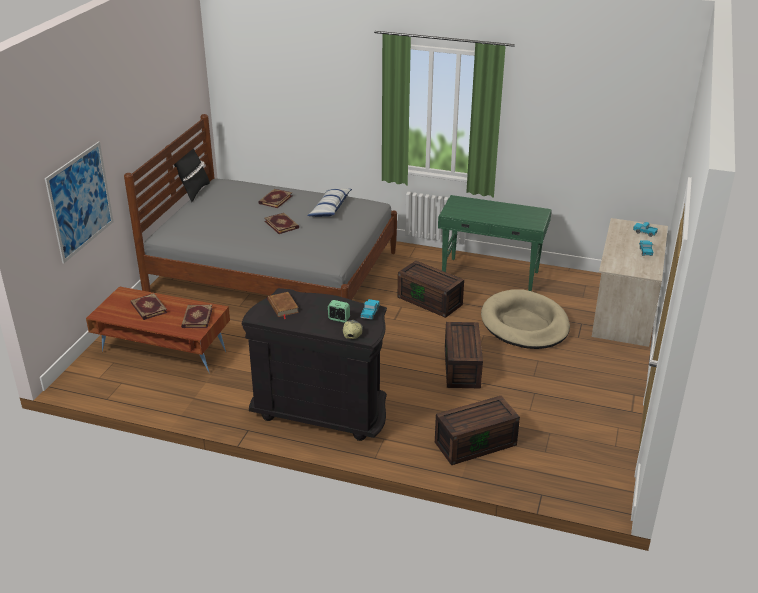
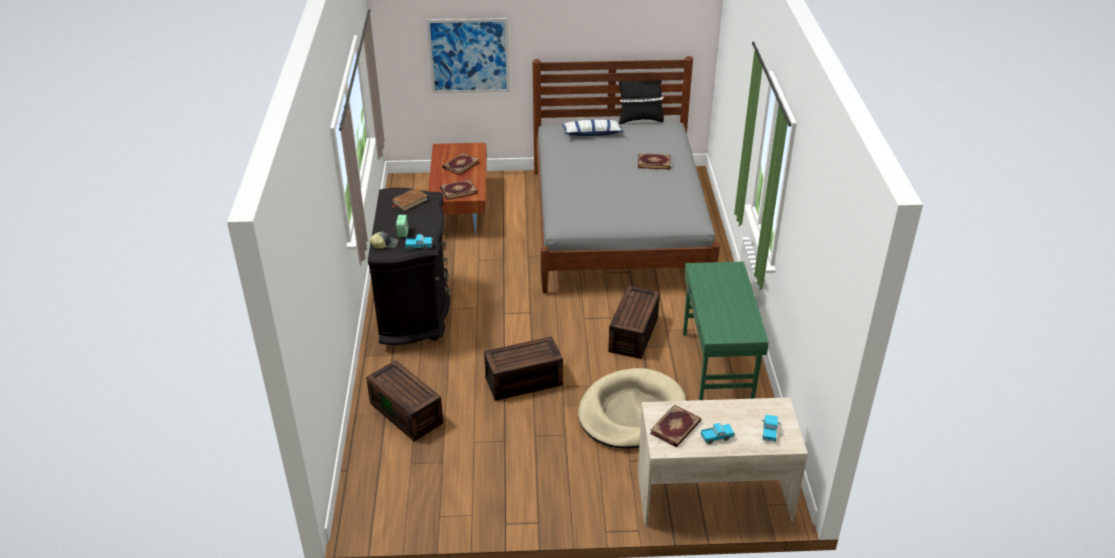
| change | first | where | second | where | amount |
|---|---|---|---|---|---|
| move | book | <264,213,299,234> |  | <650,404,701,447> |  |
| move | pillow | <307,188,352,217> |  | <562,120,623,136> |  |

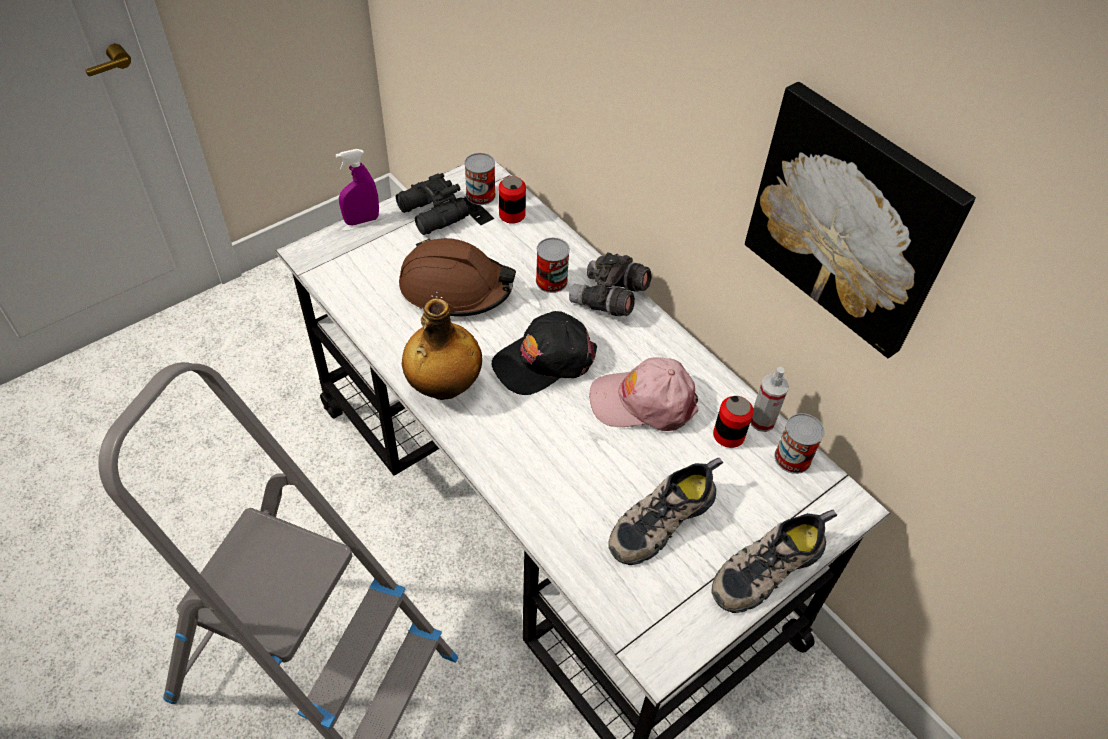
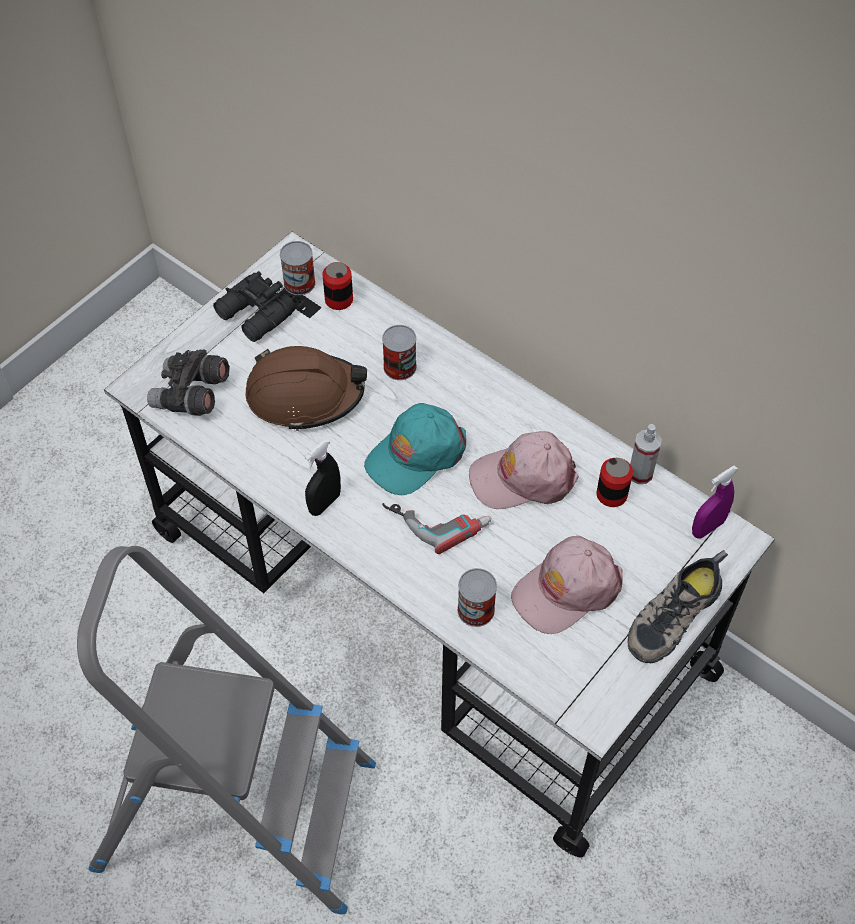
| change | first | where | second | where | amount |
|---|---|---|---|---|---|
| move | purple spray bottle | <335,149,379,226> |  | <692,465,738,538> |  |
| replace | bottle | <402,298,482,400> | black spray bottle | <305,439,341,516> |  |
| recolor | black cap | <492,311,597,395> | turquoise cap | <364,403,466,495> |  |
| move | grey binoculars | <569,252,652,316> |  | <147,350,230,416> |  |
| replace | shoe | <608,458,723,565> | pink cap | <511,536,622,634> |  |
| delete | picture | <745,82,976,359> |  |  |  |
| move | can | <774,413,824,474> |  | <457,568,497,627> |  |
| insert |  |  | power drill | <382,503,491,554> |  |

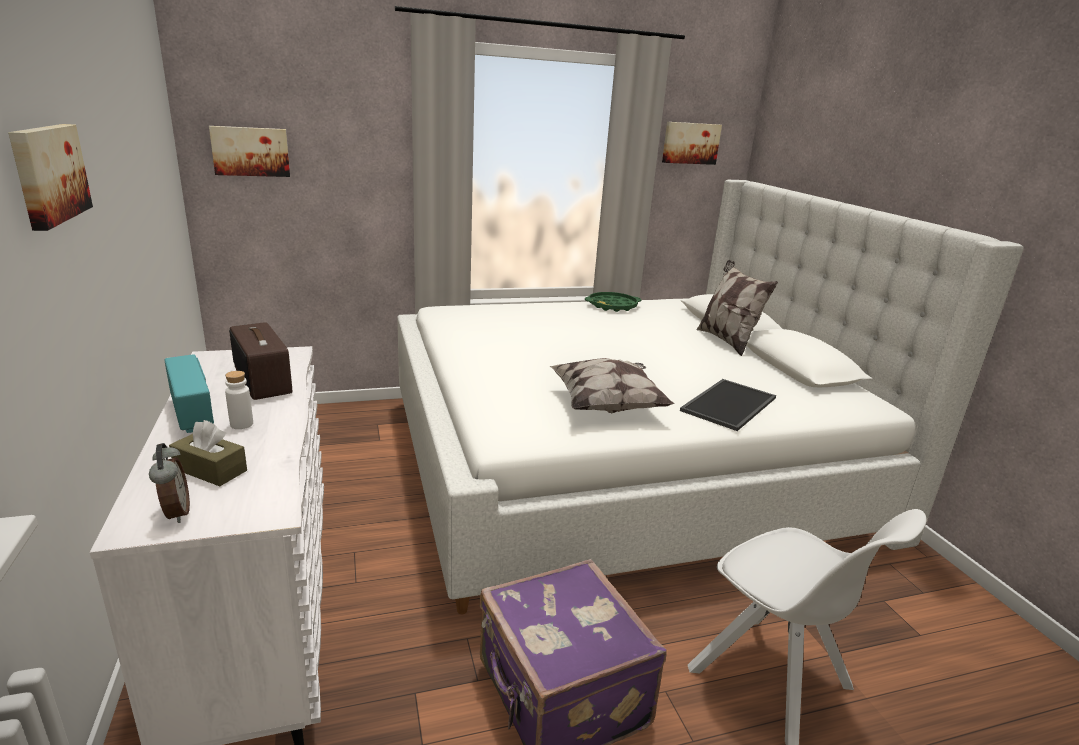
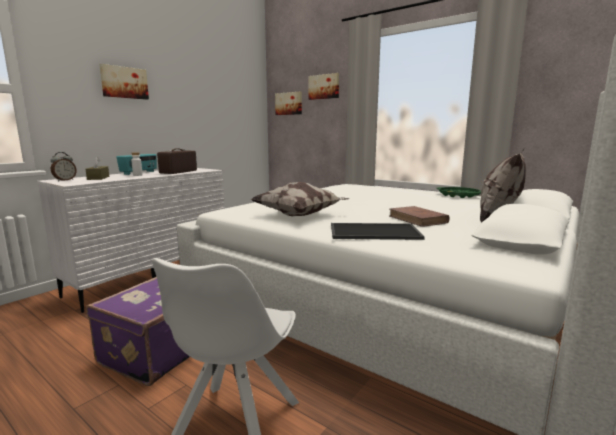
| change | first | where | second | where | amount |
|---|---|---|---|---|---|
| move | picture | <662,122,722,165> |  | <308,73,339,100> |  |
| insert |  |  | brown book | <389,206,450,227> |  |

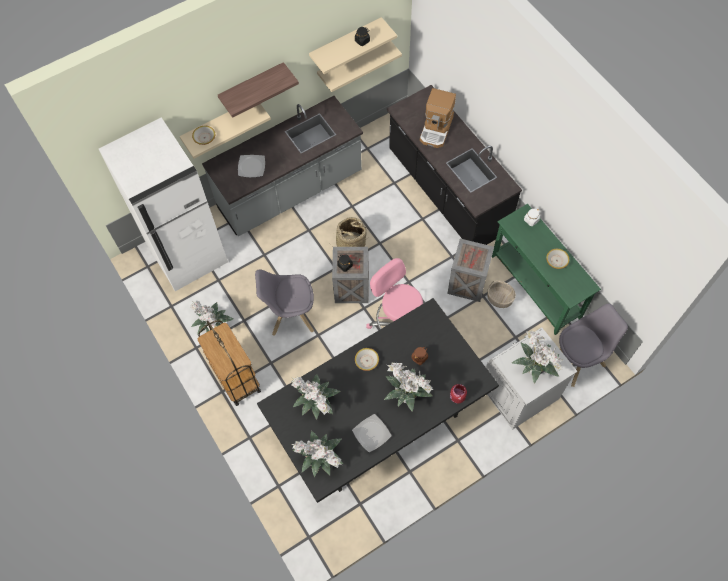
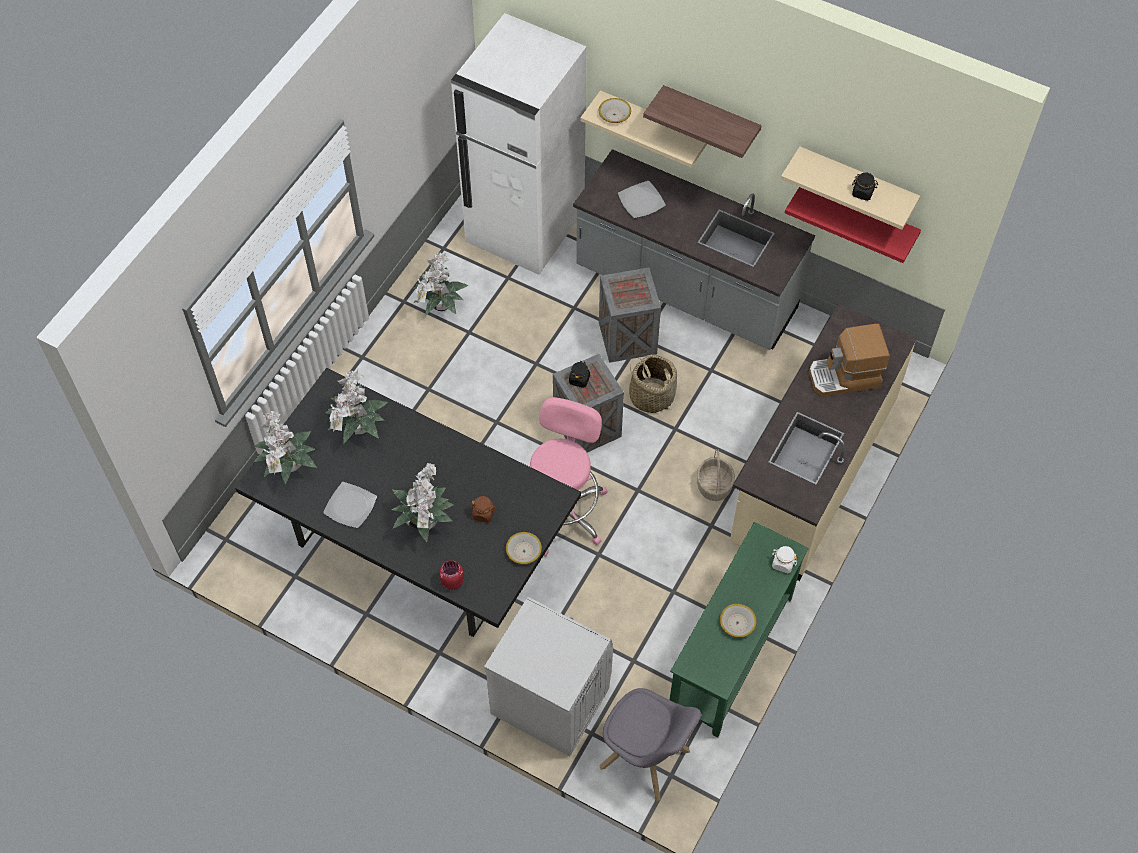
| change | first | where | second | where | amount |
|---|---|---|---|---|---|
| delete | brown cart | <197,321,261,406> |  |  |  |
| delete | grey chair | <255,269,314,336> |  |  |  |
| recolor | beige shelf | <317,41,402,92> | red shelf | <785,187,921,263> |  |
| move | bowl | <355,348,379,371> |  | <506,532,542,564> |  |
| recolor | black counter | <387,85,522,245> | beige counter | <730,304,917,581> |  |
| move | crate | <447,239,494,302> |  | <599,268,661,363> |  |
| move | basket | <487,280,516,308> |  | <697,449,735,501> |  |
| delete | potted plant | <512,331,563,384> |  |  |  |

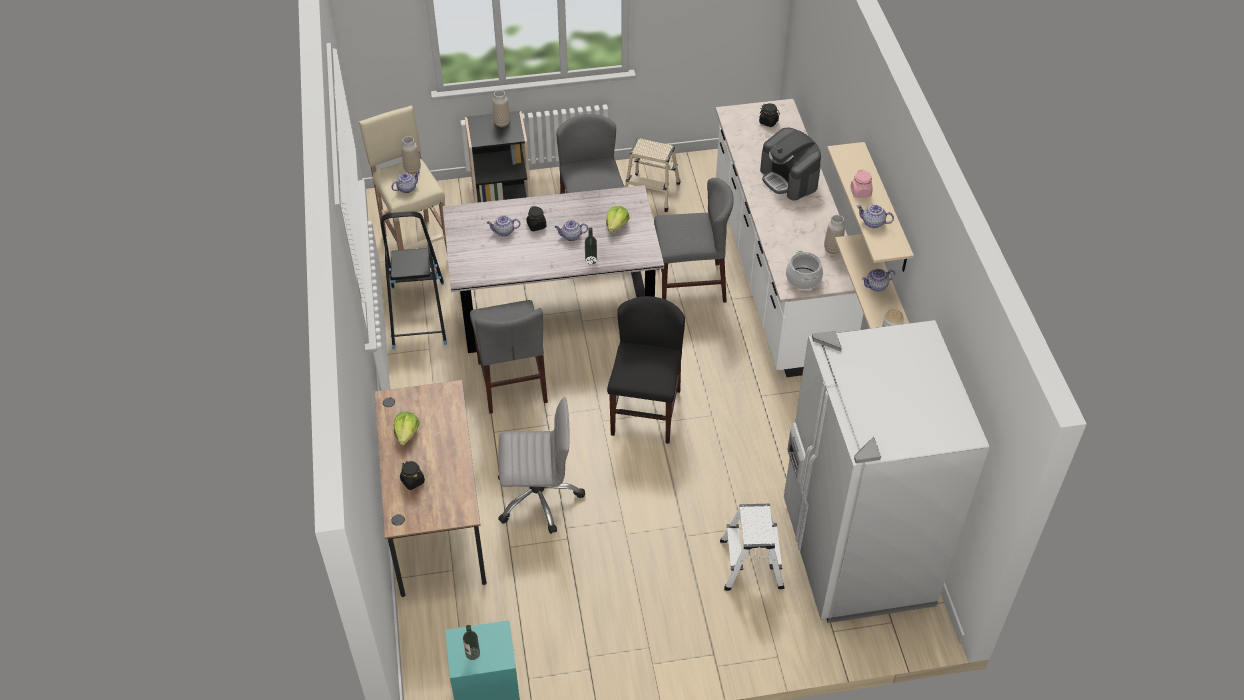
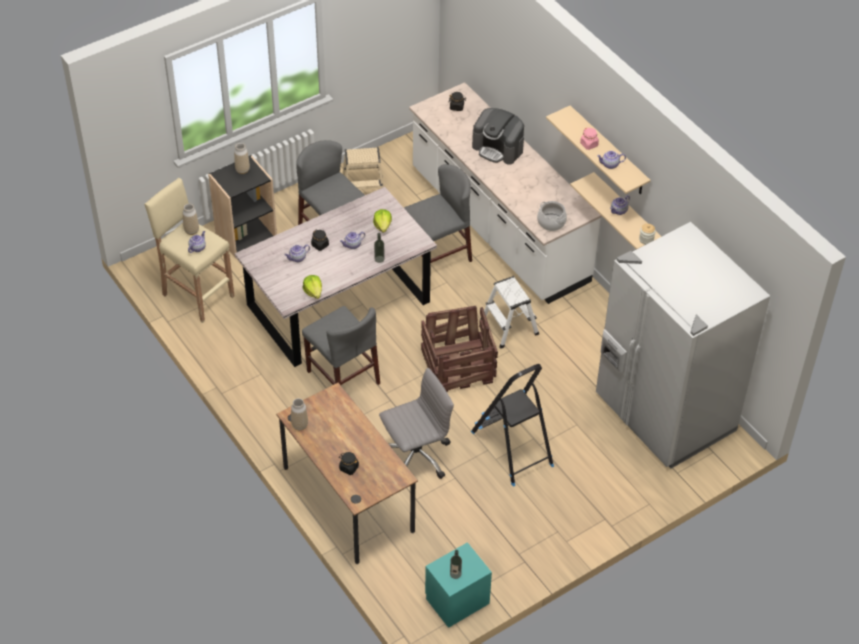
| change | first | where | second | where | amount |
|---|---|---|---|---|---|
| move | black step ladder | <381,211,447,350> |  | <471,364,554,487> |  |
| move | lettuce | <394,412,419,445> |  | <303,275,322,299> |  |
| replace | black chair | <607,296,685,444> | crate | <421,306,498,392> |  |
| move | white step ladder | <720,504,785,591> |  | <481,276,539,349> |  |
| move | vase | <824,215,845,254> |  | <291,398,308,431> |  |

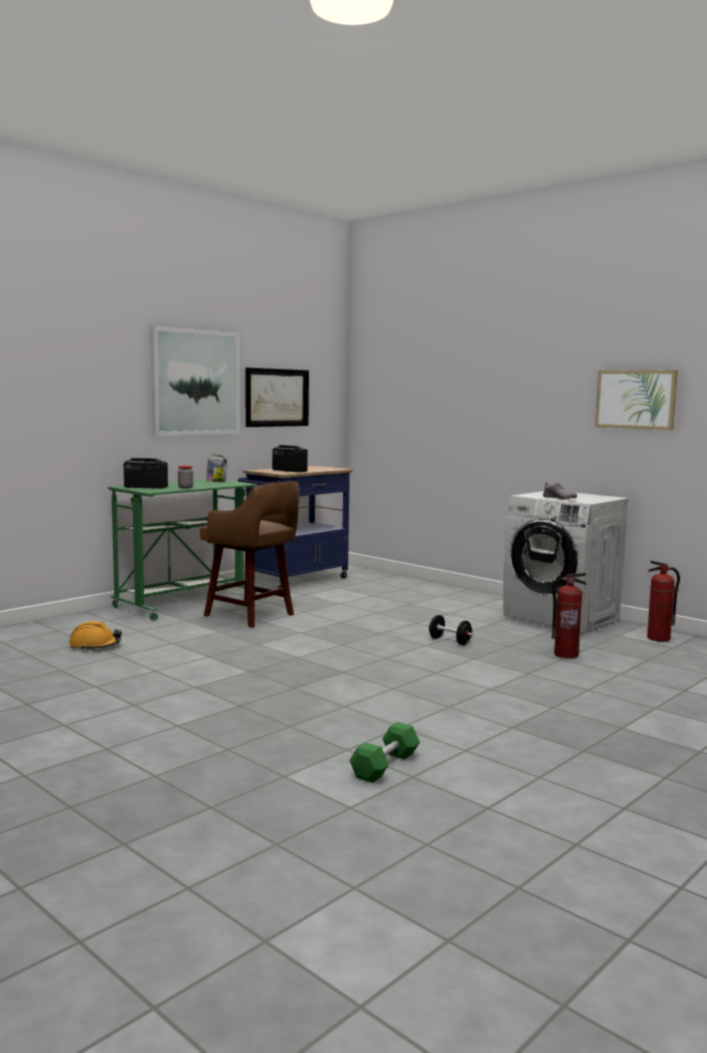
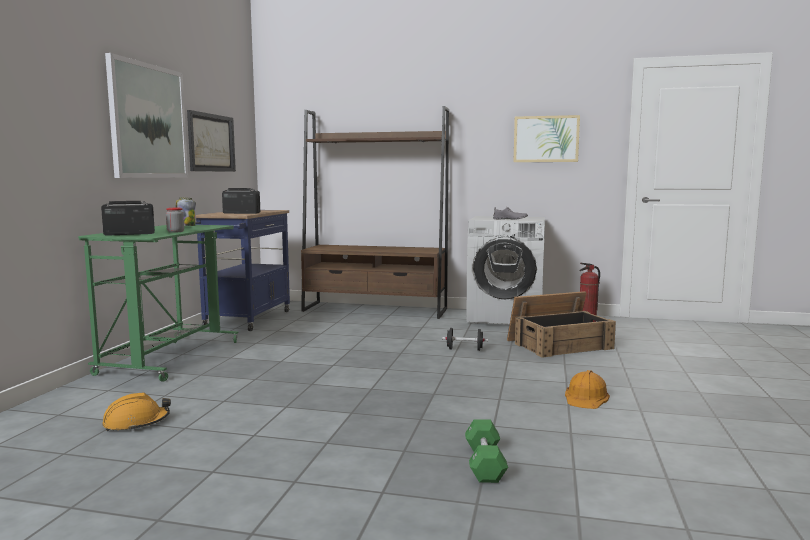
| change | first | where | second | where | amount |
|---|---|---|---|---|---|
| delete | brown stool | <200,481,299,627> |  |  |  |
| move | green dumbbell | <349,722,420,783> |  | <465,419,508,483> |  |
| replace | fire extinguisher | <552,573,587,659> | crate | <507,291,616,358> |  |
| insert |  |  | brown bookcase | <301,106,449,319> |  |
| insert |  |  | orange hard hat | <565,370,610,409> |  |

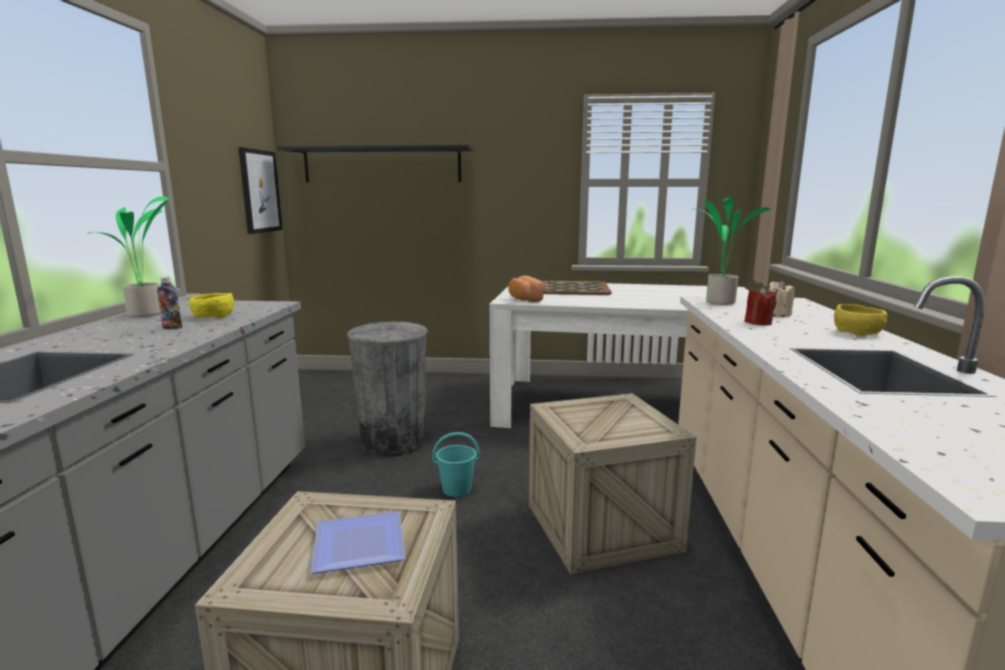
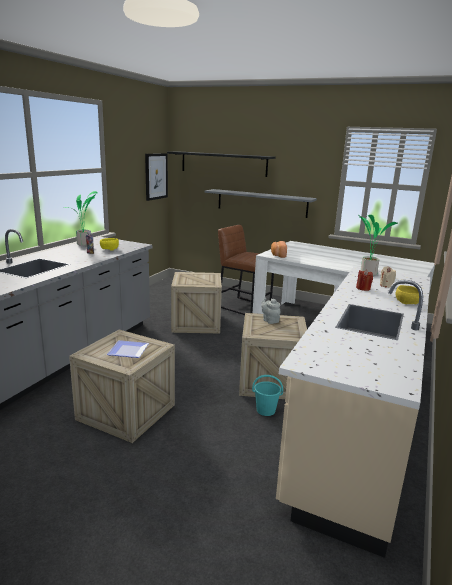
| change | first | where | second | where | amount |
|---|---|---|---|---|---|
| replace | grey trash can | <347,322,428,457> | crate | <171,272,222,333> |  |
| move | turquoise bucket | <432,432,480,497> |  | <252,375,283,416> |  |
| delete | tray | <542,281,612,295> |  |  |  |
| insert |  |  | grey shelf | <204,189,317,218> |  |
| insert |  |  | brown chair | <218,225,274,315> |  |
| insert |  |  | grey teapot | <261,298,280,324> |  |

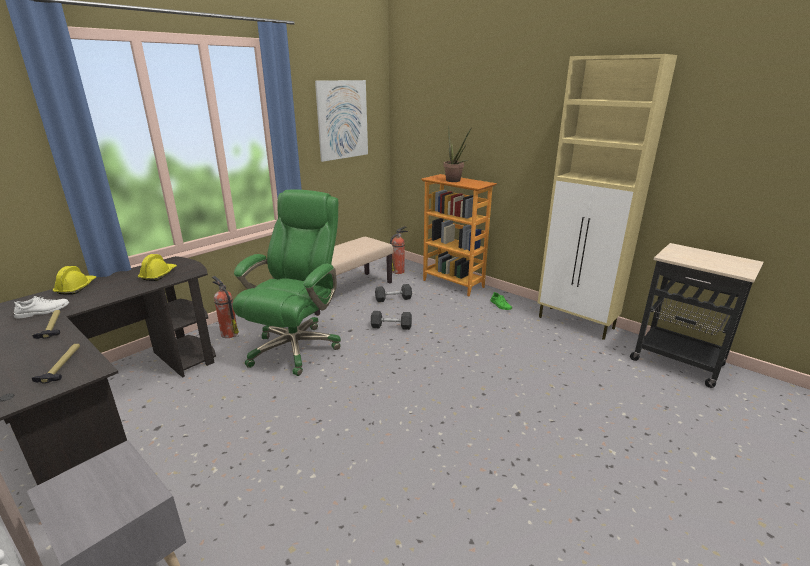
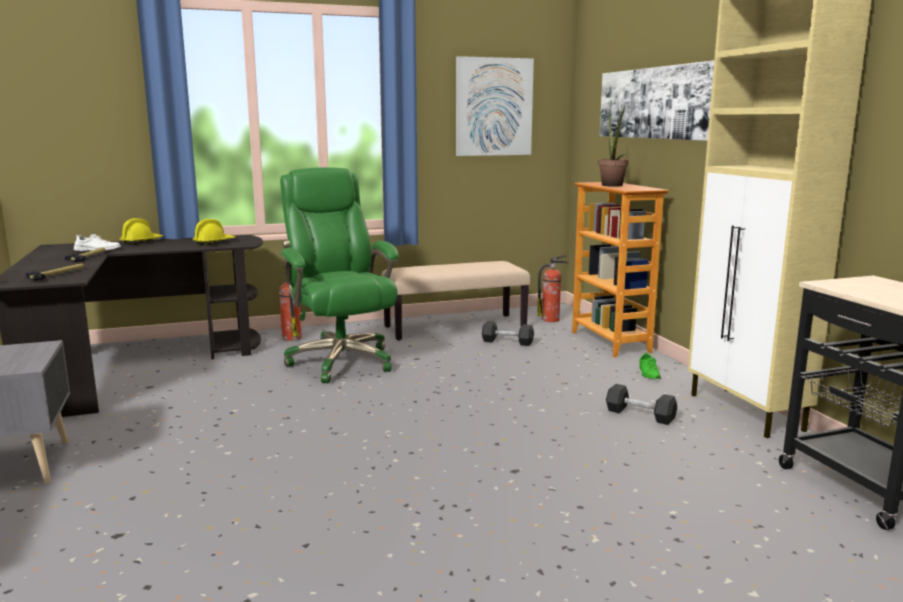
| change | first | where | second | where | amount |
|---|---|---|---|---|---|
| rotate | green office chair | <232,190,341,376> |  | <280,167,399,384> | 75 degrees counterclockwise |
| move | grey dumbbell | <371,311,412,330> |  | <606,384,677,425> |  |
| insert |  |  | picture | <599,60,714,141> |  |

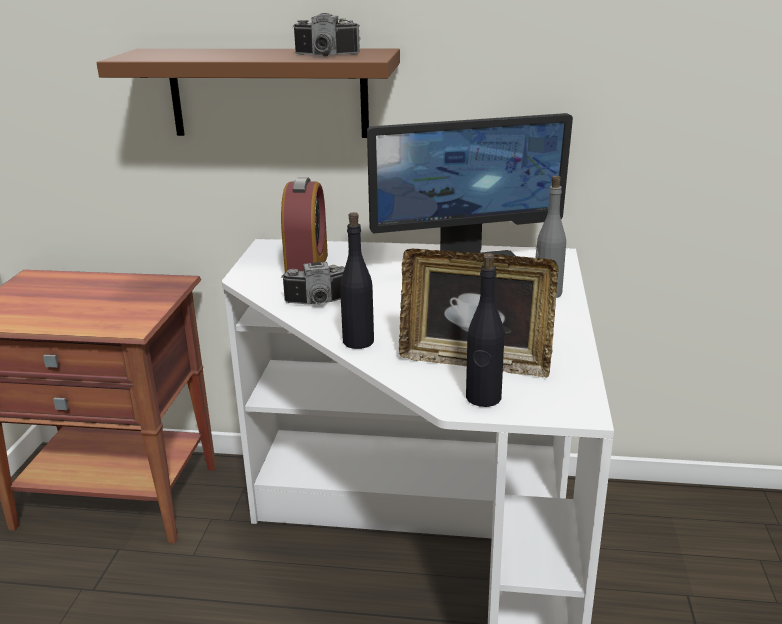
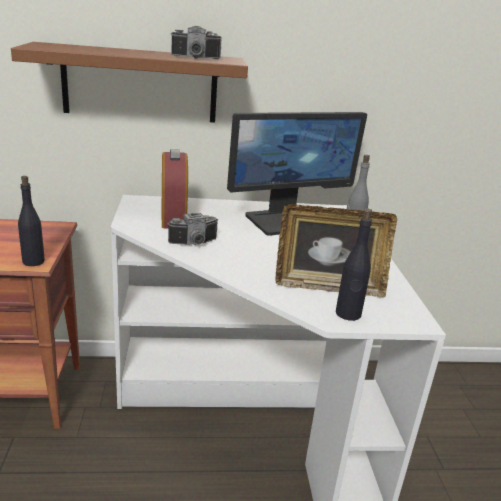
| change | first | where | second | where | amount |
|---|---|---|---|---|---|
| move | black bottle | <340,212,374,349> |  | <18,176,45,266> |  |

